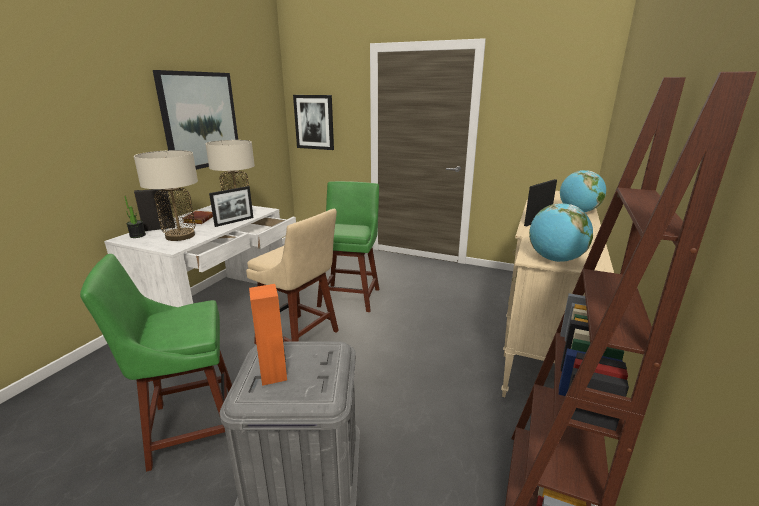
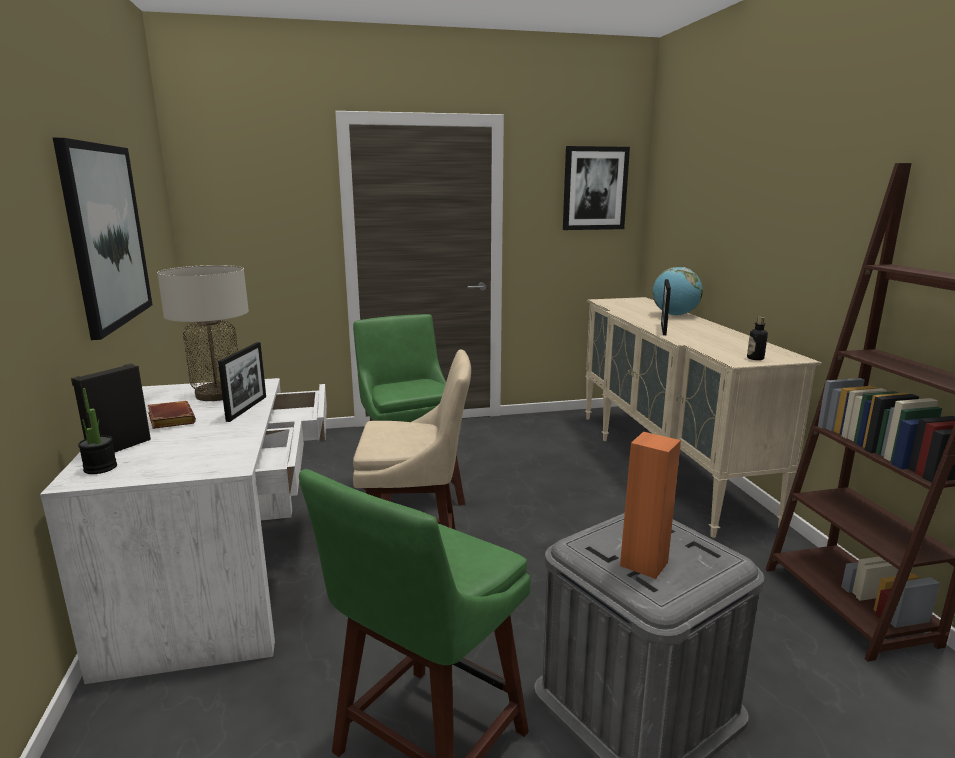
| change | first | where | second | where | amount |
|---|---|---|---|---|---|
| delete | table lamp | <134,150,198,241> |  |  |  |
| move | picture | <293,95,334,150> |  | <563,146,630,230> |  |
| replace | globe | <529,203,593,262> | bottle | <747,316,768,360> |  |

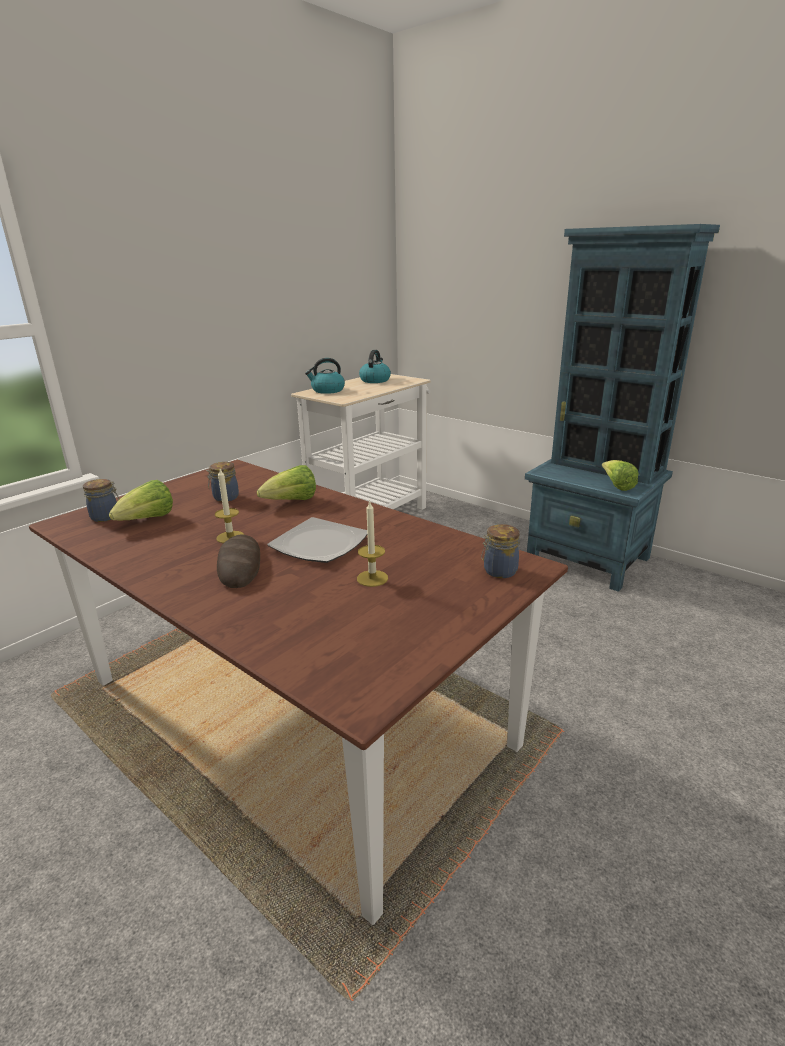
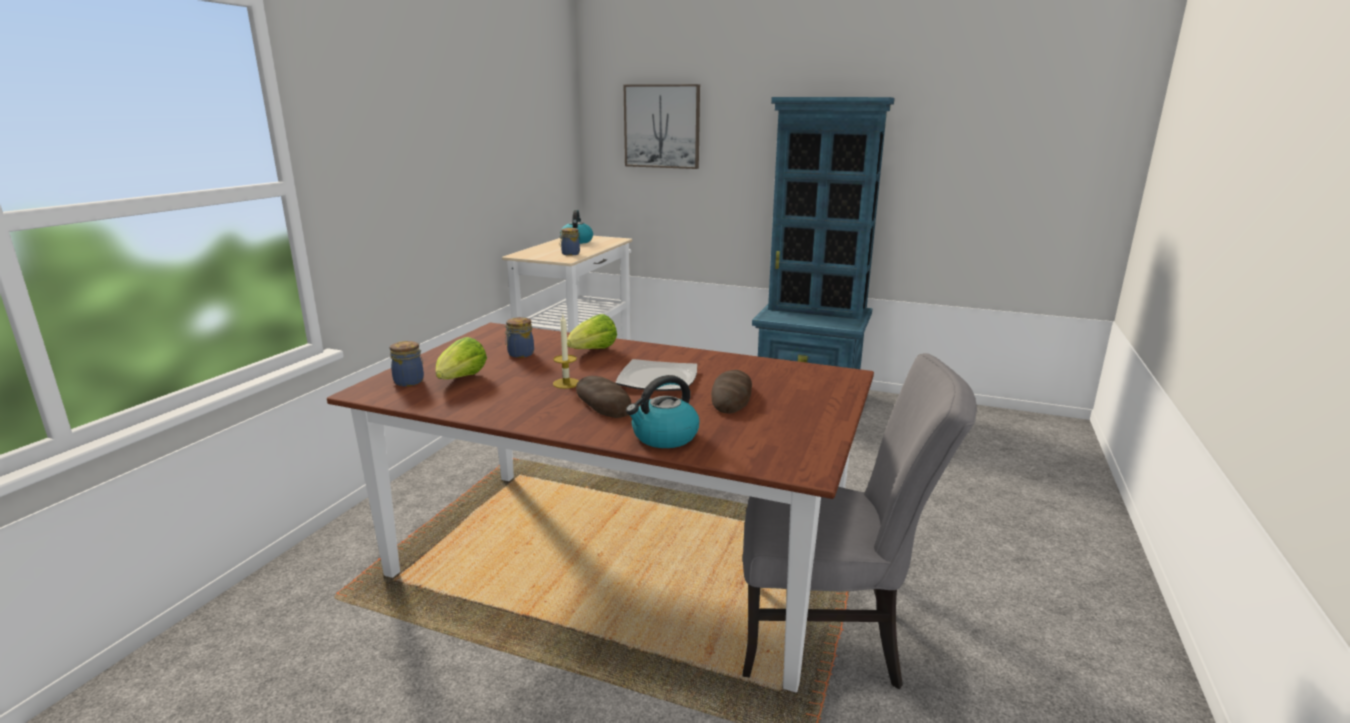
| change | first | where | second | where | amount |
|---|---|---|---|---|---|
| move | kettle | <305,358,345,394> |  | <626,375,700,448> |  |
| replace | candle | <357,500,388,587> | bread | <711,370,752,414> |  |
| move | jar | <481,524,520,578> |  | <559,228,580,256> |  |
| delete | lettuce | <602,460,639,491> |  |  |  |
| insert |  |  | picture | <624,84,700,169> |  |
| insert |  |  | grey chair | <742,353,977,689> |  |

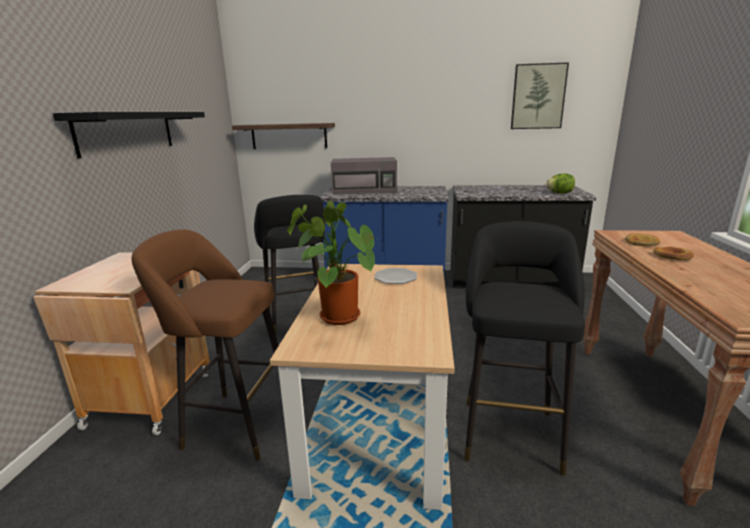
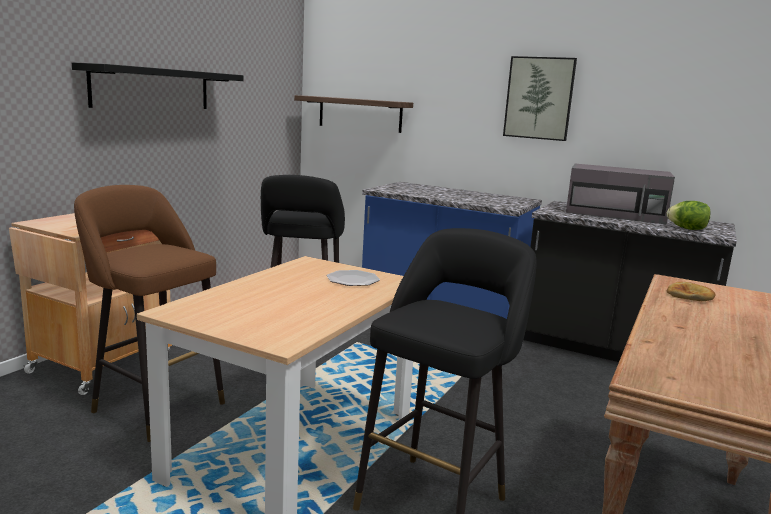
| change | first | where | second | where | amount |
|---|---|---|---|---|---|
| delete | potted plant | <287,201,375,325> |  |  |  |
| move | grey microwave | <331,157,397,195> |  | <566,164,675,224> |  |
| move | picture | <511,62,569,129> |  | <503,56,577,141> |  |
| delete | bread | <654,247,694,260> |  |  |  |

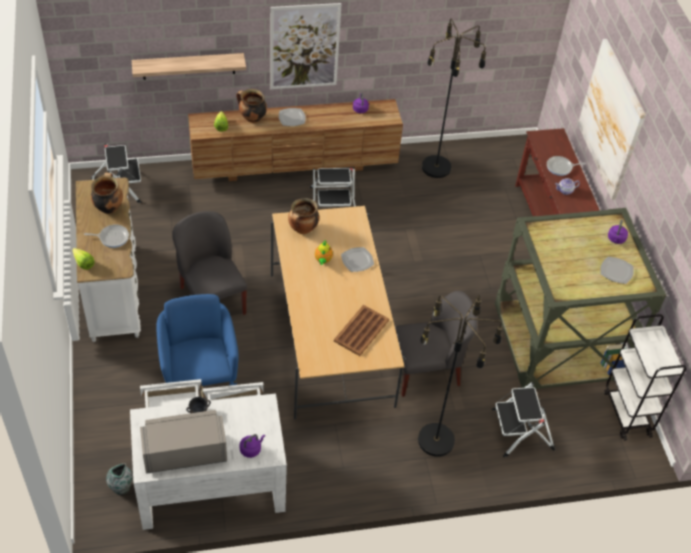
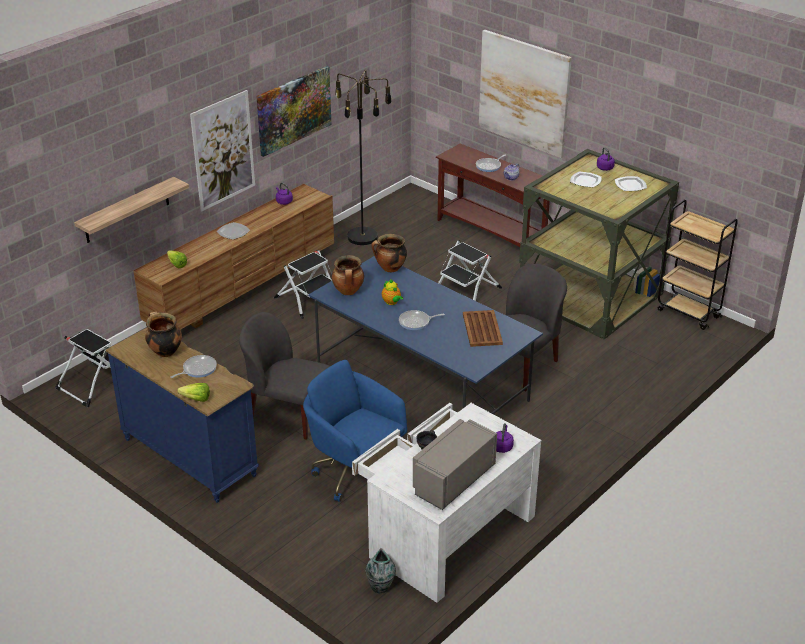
| change | first | where | second | where | amount |
|---|---|---|---|---|---|
| recolor | white dresser | <76,177,141,342> | blue dresser | <106,328,259,503> |  |
| move | cooking pot | <236,89,267,123> |  | <371,234,407,272> |  |
| recolor | beige dining table | <271,206,405,419> | blue dining table | <308,256,543,414> |  |
| move | plate | <341,247,374,272> |  | <570,172,602,187> |  |
| delete | floor lamp | <418,294,503,457> |  |  |  |
| move | step ladder | <492,382,556,457> |  | <438,240,502,301> |  |
| recolor | white cart | <604,314,687,441> | brown cart | <658,200,738,330> |  |
| insert |  |  | picture | <256,66,332,157> |  |
| insert |  |  | frying pan | <399,310,445,330> |  |

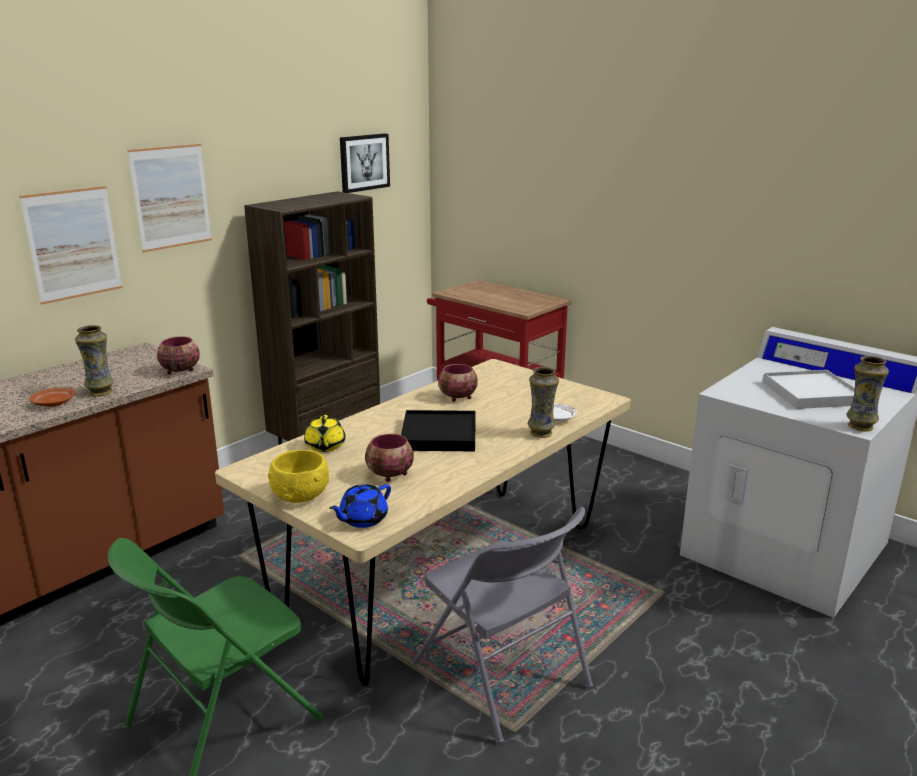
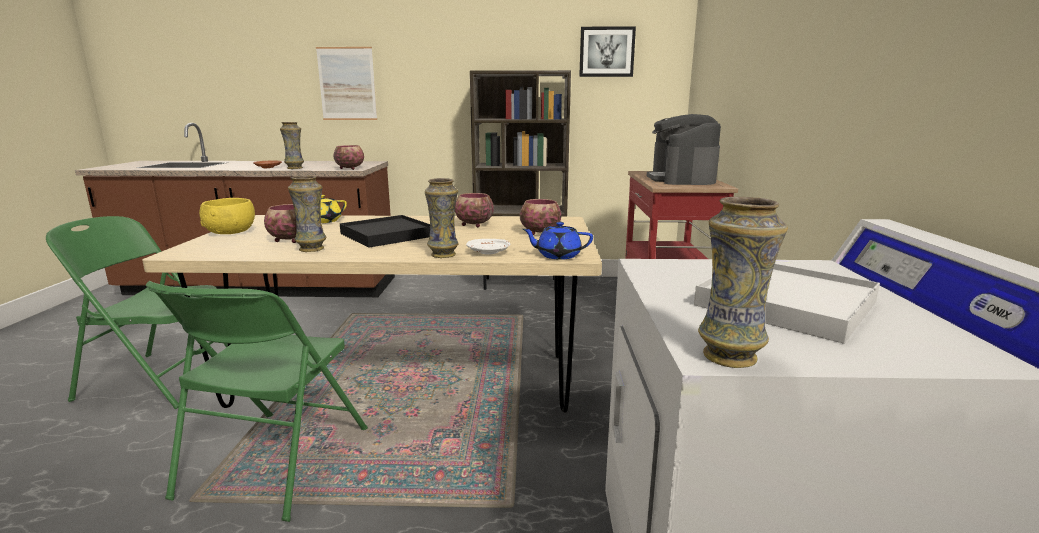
| change | first | where | second | where | amount |
|---|---|---|---|---|---|
| delete | picture | <128,144,212,253> |  |  |  |
| move | blue teapot | <329,484,391,528> |  | <522,222,593,260> |  |
| recolor | grey chair | <412,507,593,745> | green chair | <146,281,368,522> |  |
| insert |  |  | vase | <288,176,326,252> |  |
| insert |  |  | bowl | <520,199,561,235> |  |
| insert |  |  | coffee machine | <647,114,721,185> |  |

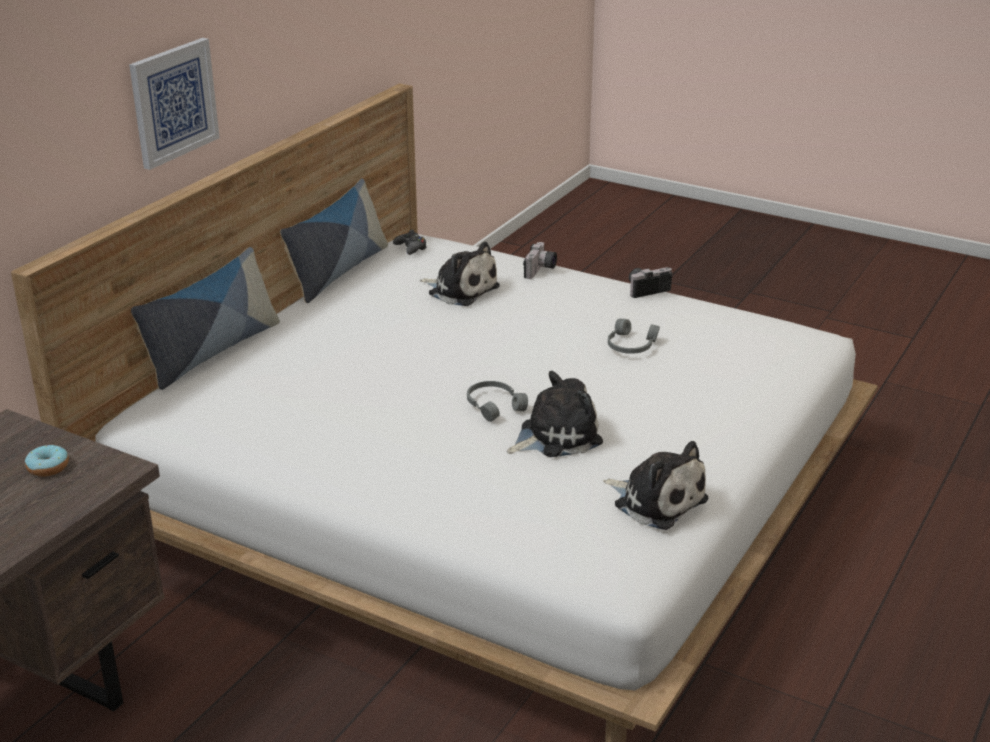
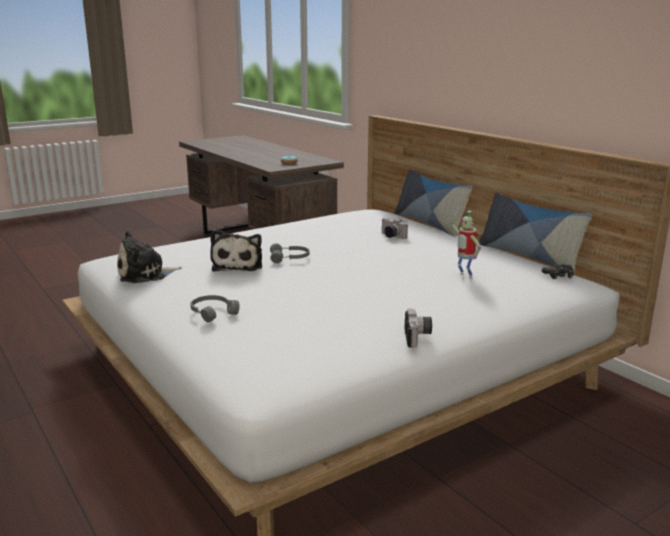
| change | first | where | second | where | amount |
|---|---|---|---|---|---|
| delete | picture | <129,38,220,170> |  |  |  |
| replace | plush toy | <420,242,500,306> | toy robot | <450,211,481,278> |  |
| move | photo camera | <523,242,557,279> |  | <382,218,408,239> |  |
| move | grey headphones | <608,319,660,354> |  | <190,295,240,323> |  |

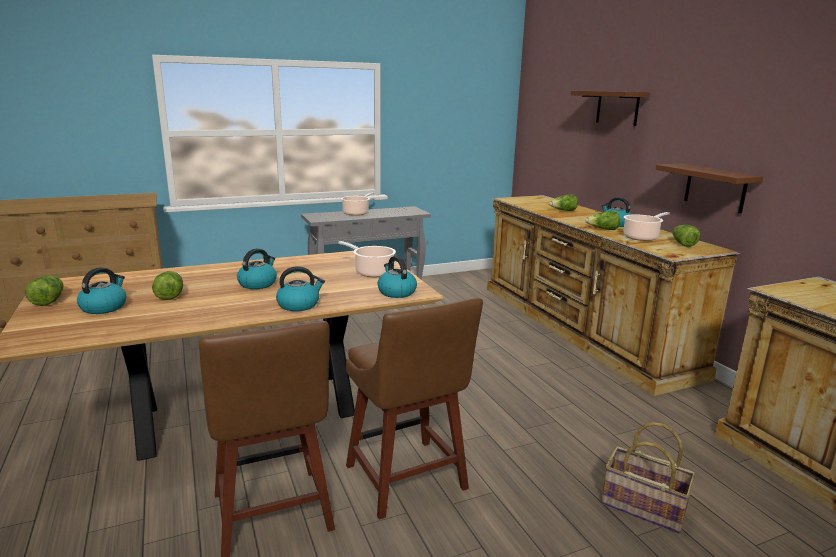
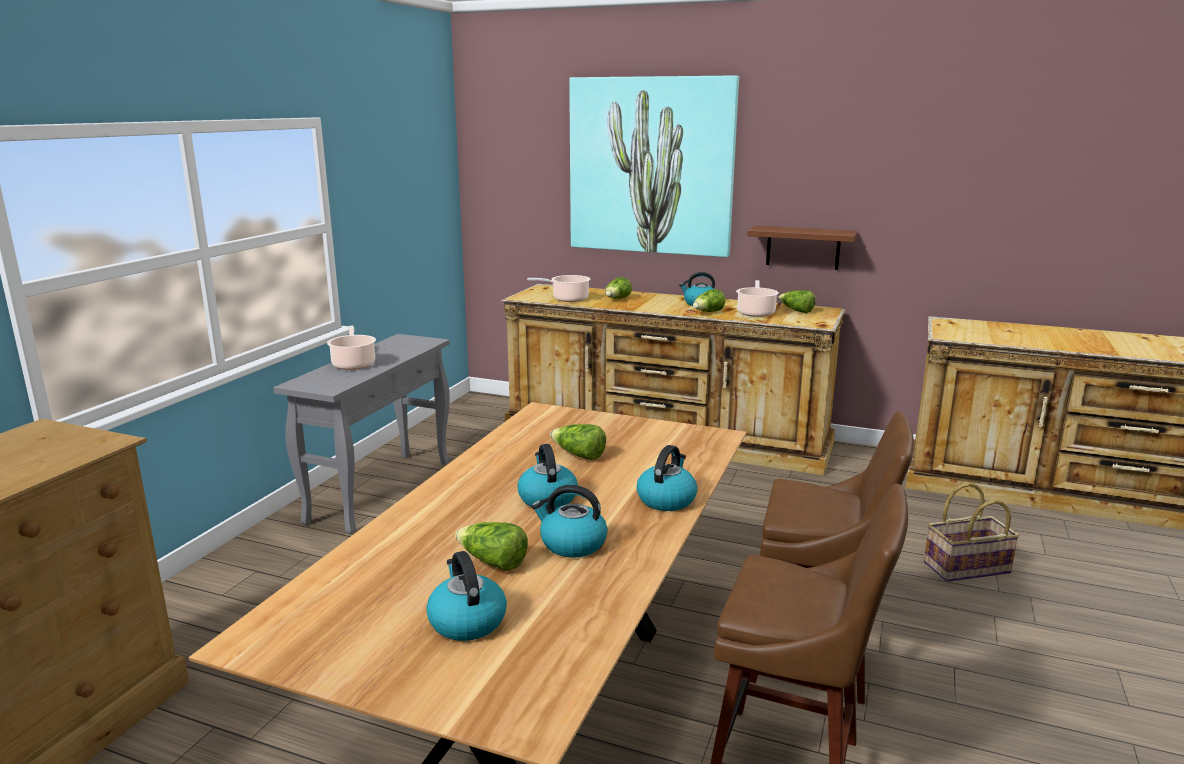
| change | first | where | second | where | amount |
|---|---|---|---|---|---|
| move | lettuce | <25,276,64,306> |  | <550,424,606,460> |  |
| move | cooking pot | <338,241,396,277> |  | <527,275,590,302> |  |
| move | kettle | <378,256,417,298> |  | <532,485,608,558> |  |
| replace | brown shelf | <571,91,650,126> | picture | <569,76,739,257> |  |

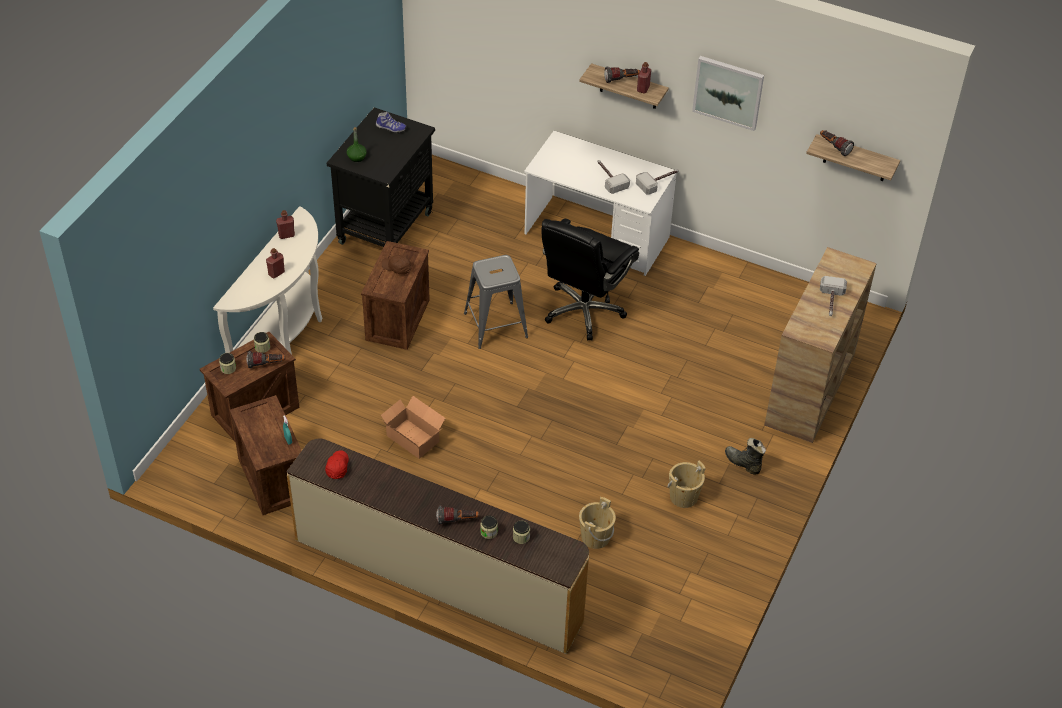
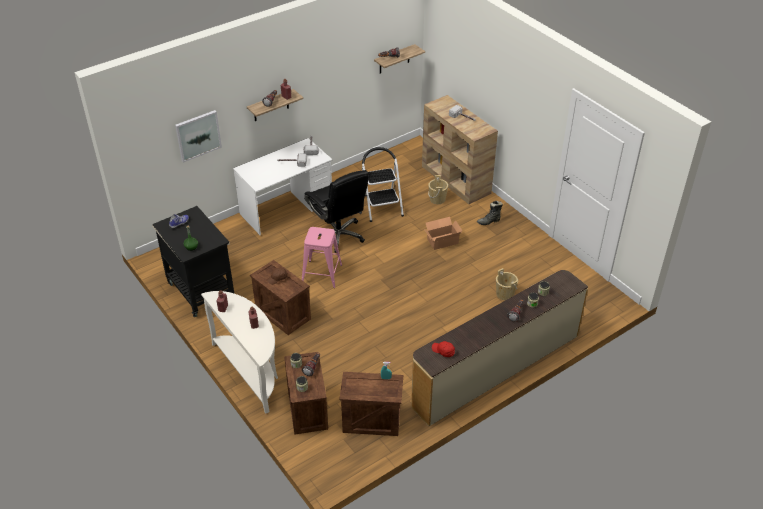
| change | first | where | second | where | amount |
|---|---|---|---|---|---|
| move | cardboard box | <381,396,445,459> |  | <424,217,463,250> |  |
| recolor | grey stool | <464,255,528,349> | pink stool | <302,227,342,288> |  |
| move | beige bucket | <667,461,706,508> |  | <428,175,448,204> |  |
| move | picture | <692,56,764,131> |  | <175,110,222,163> |  |
| insert |  |  | step ladder | <362,147,404,222> |  |

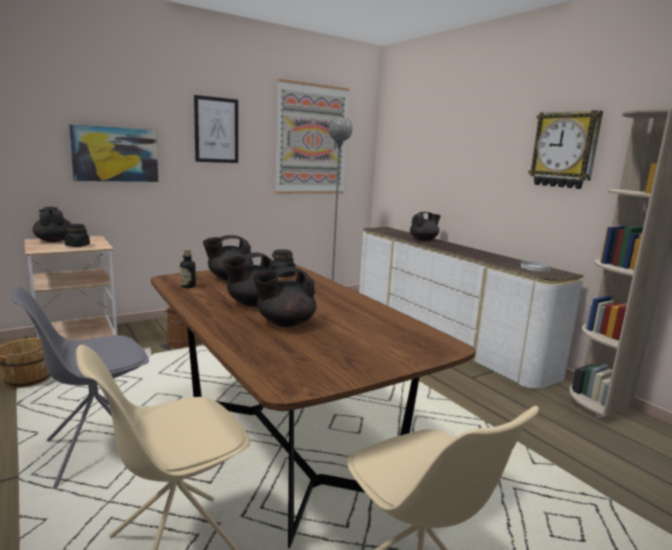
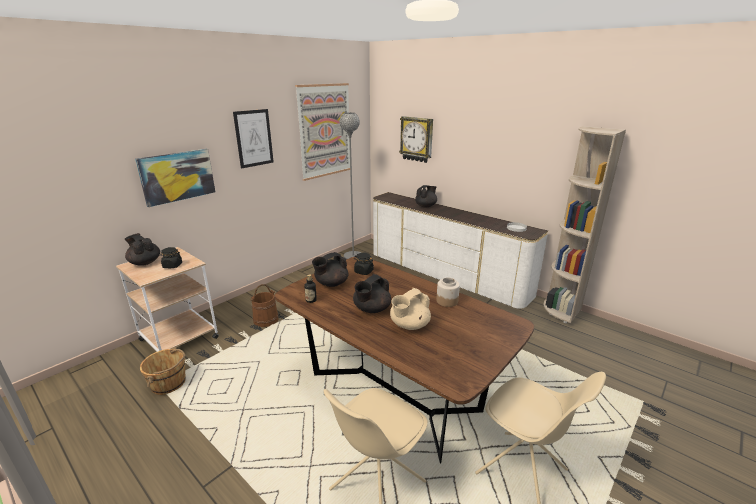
| change | first | where | second | where | amount |
|---|---|---|---|---|---|
| delete | grey chair | <12,286,149,487> |  |  |  |
| recolor | black teapot | <252,267,316,327> | beige teapot | <390,288,431,330> |  |
| move | wall clock | <528,110,603,189> |  | <399,116,433,163> |  |
| insert |  |  | jar | <436,277,460,307> |  |

